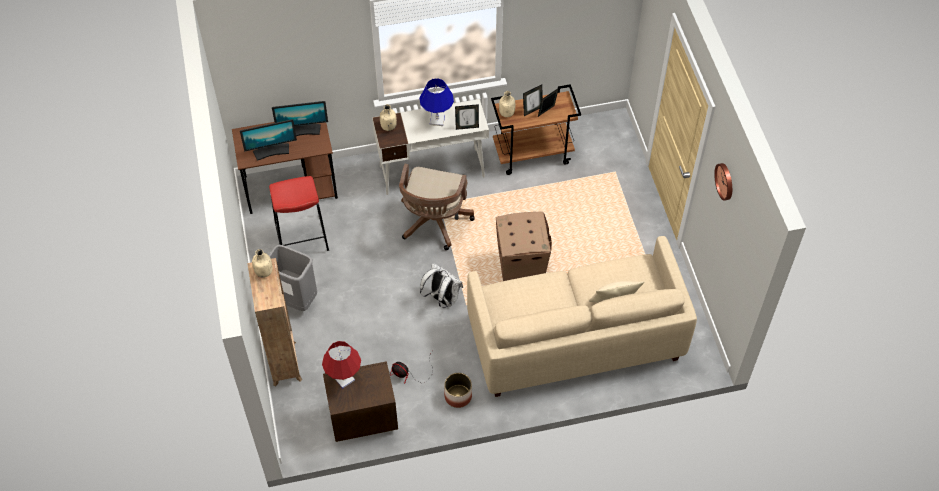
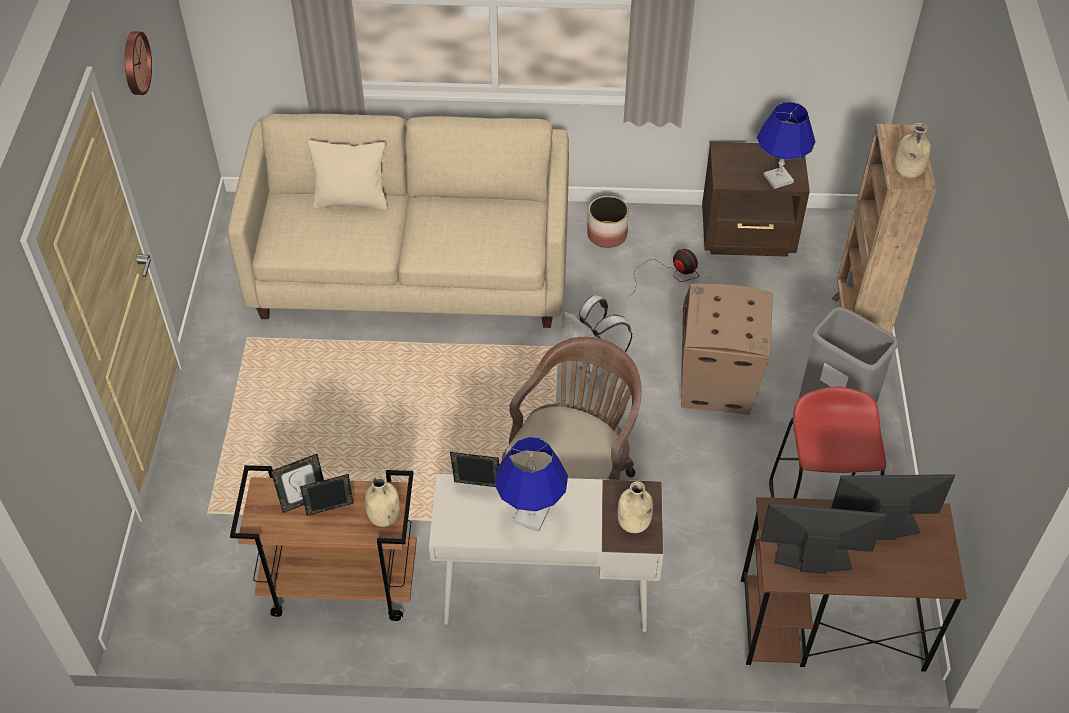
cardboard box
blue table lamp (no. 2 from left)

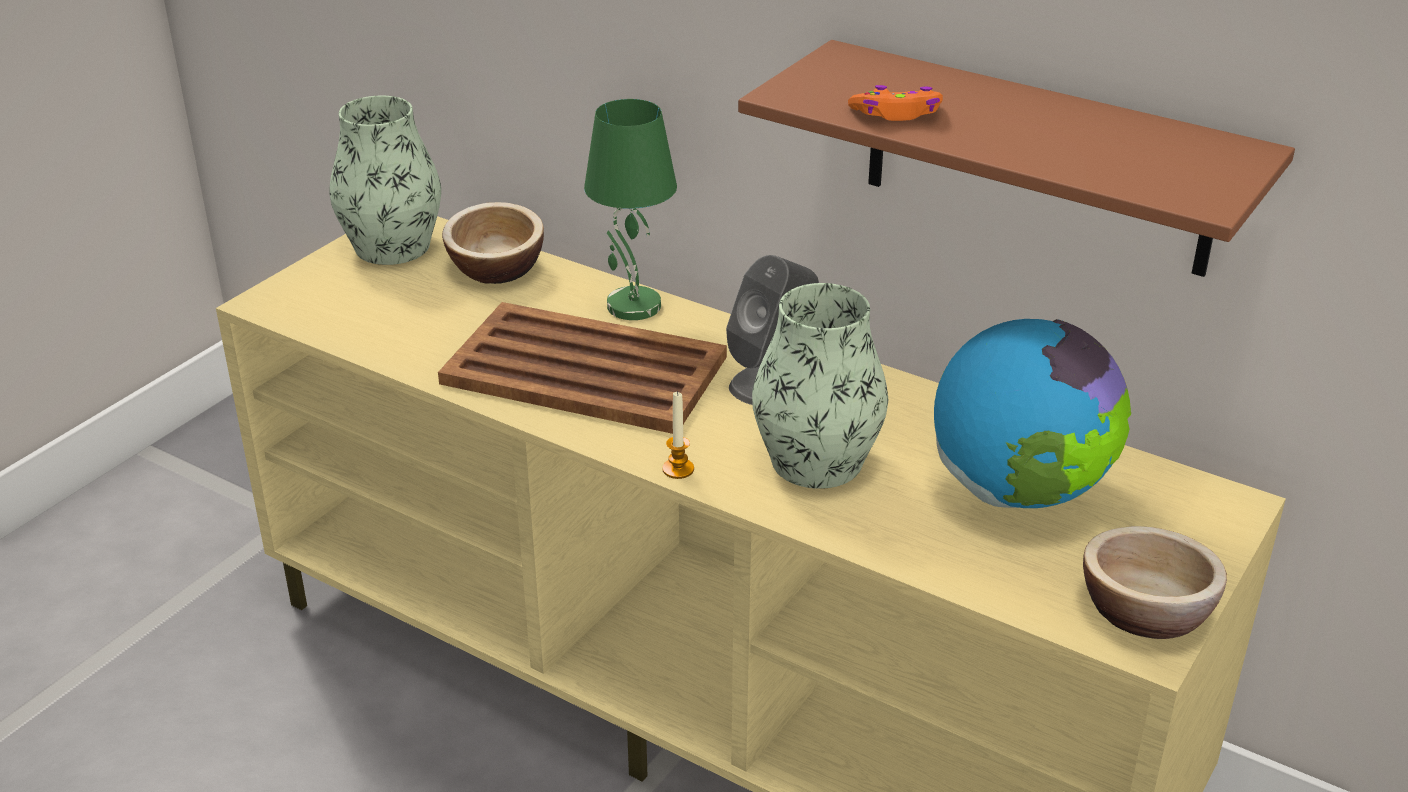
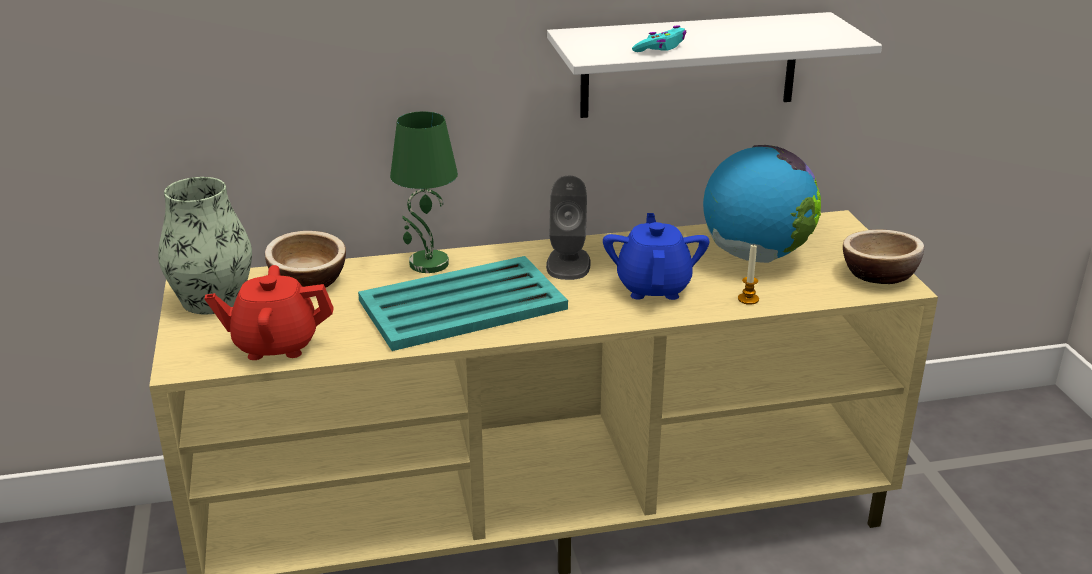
red teapot
turquoise tray
white shelf
blue teapot
turquoise game controller
candle

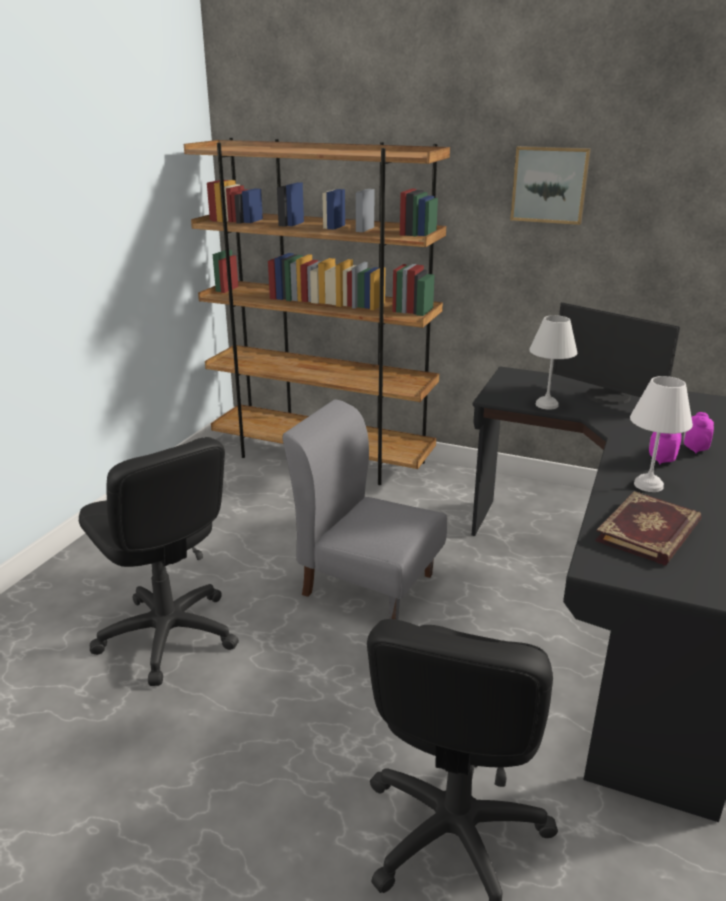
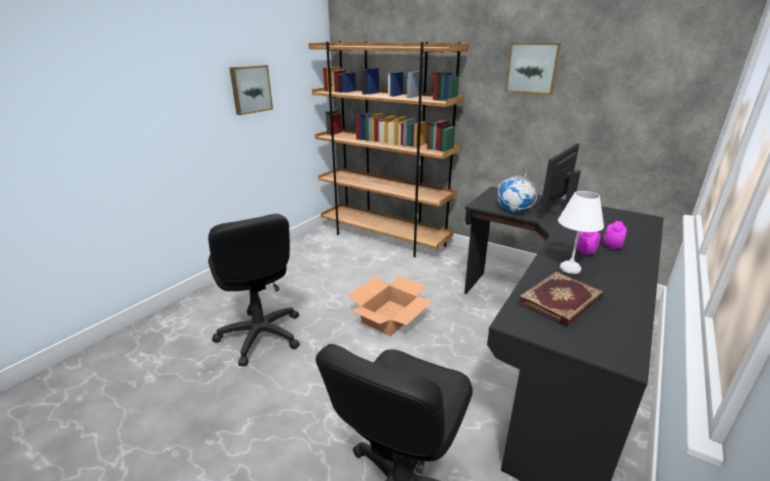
picture (no. 1 from left)
cardboard box
globe
monitor

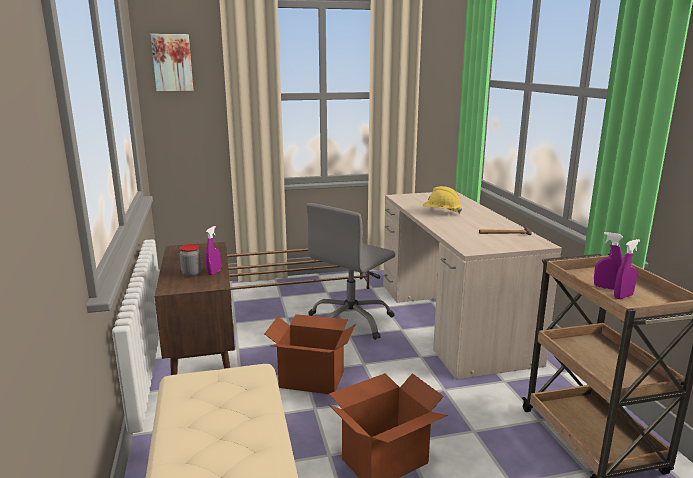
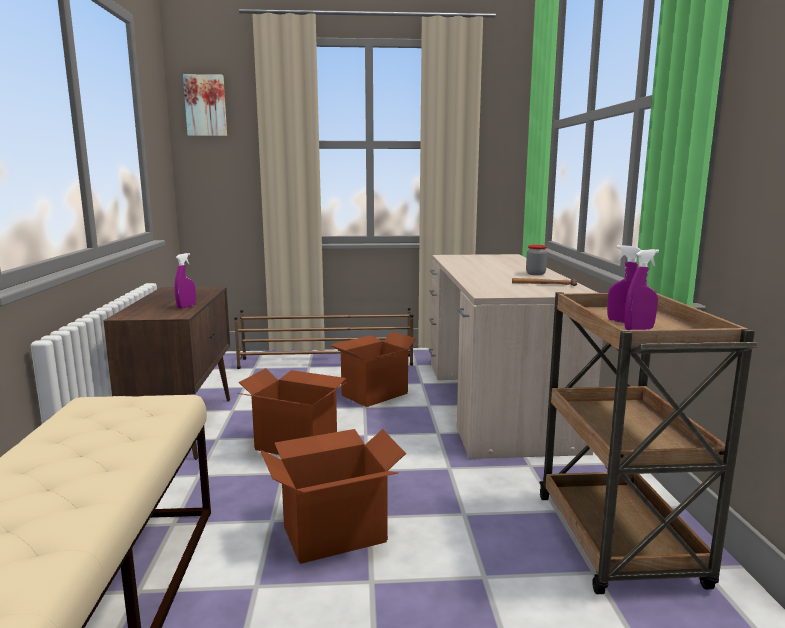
cardboard box (no. 3 from left)
jar
yellow hard hat

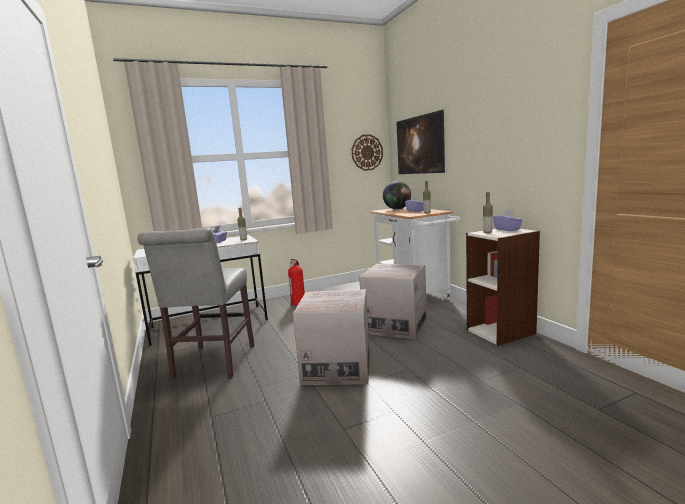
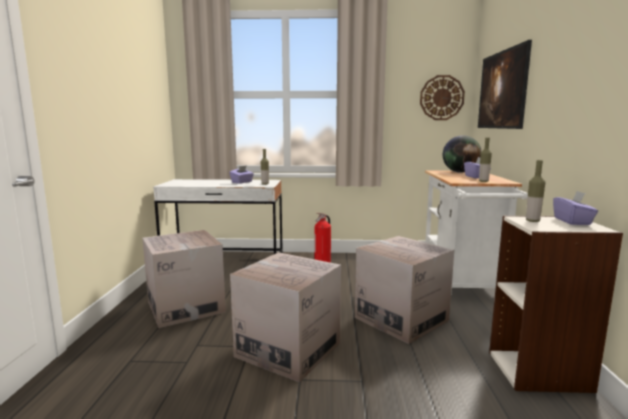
cardboard box (no. 1 from left)

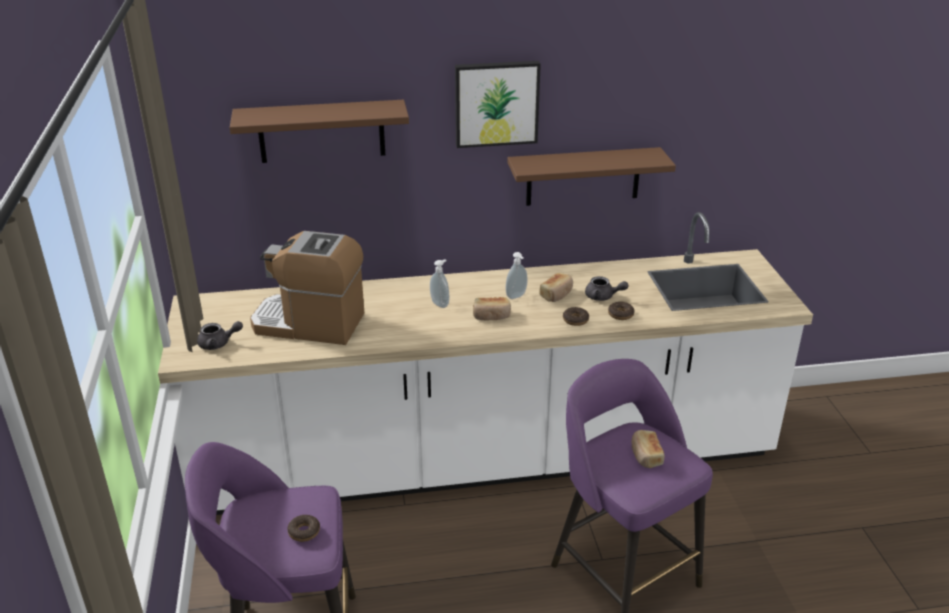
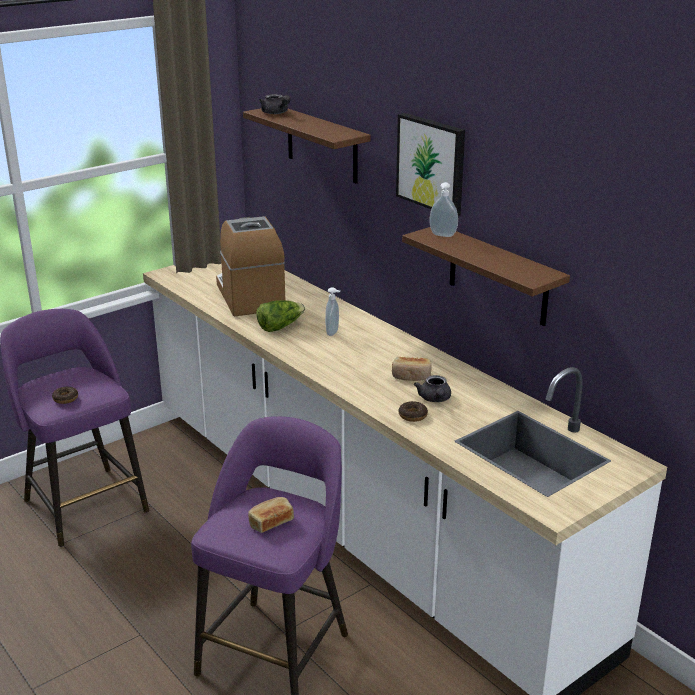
lettuce
grey teapot (no. 1 from left)
soap dispenser (no. 2 from left)
bread (no. 1 from left in the first image)
donut (no. 2 from left in the first image)

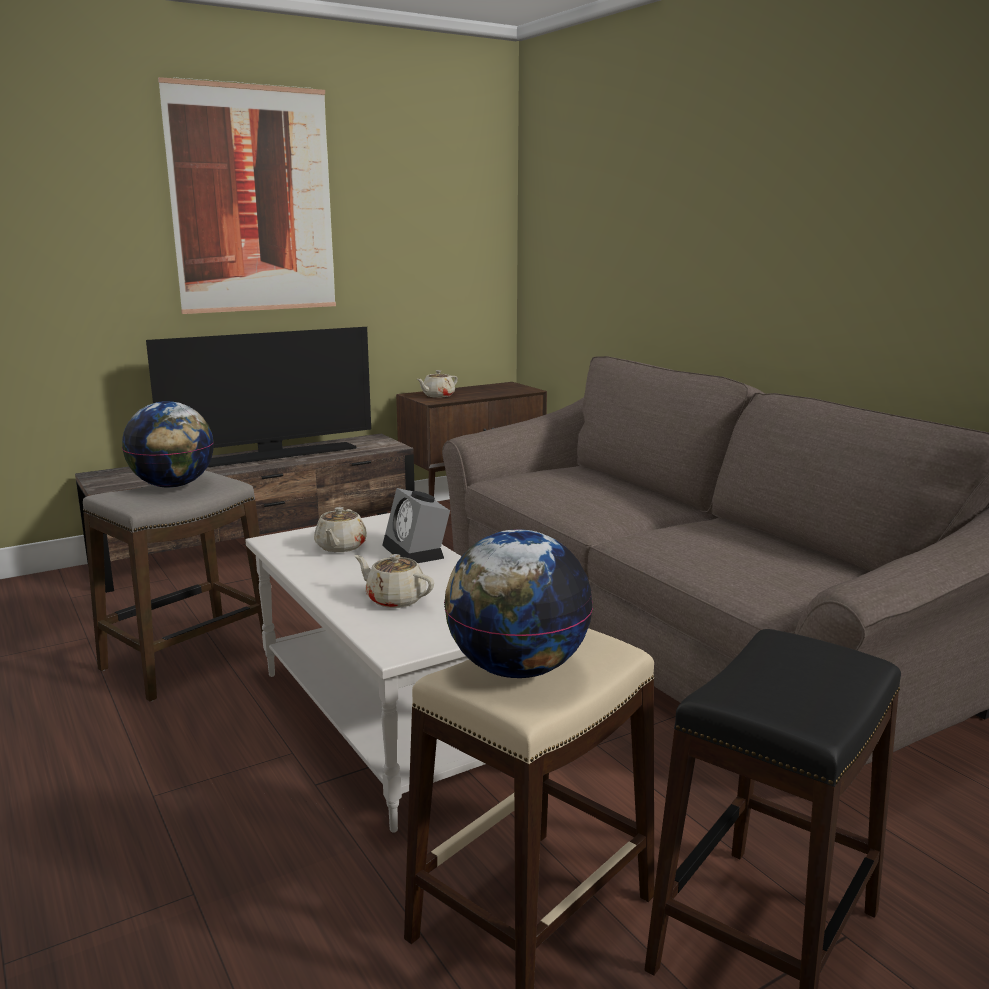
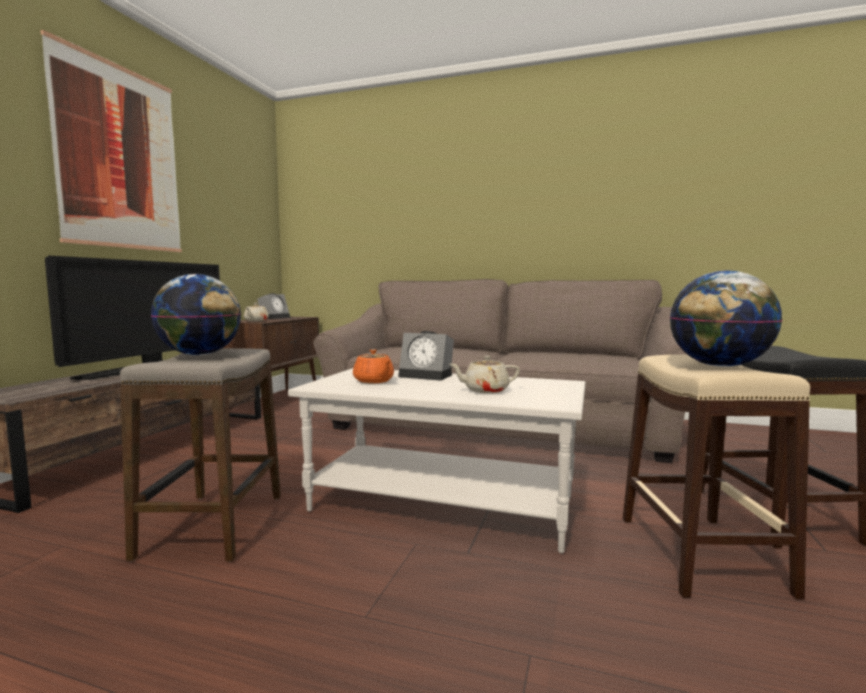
alarm clock (no. 1 from left)
orange teapot

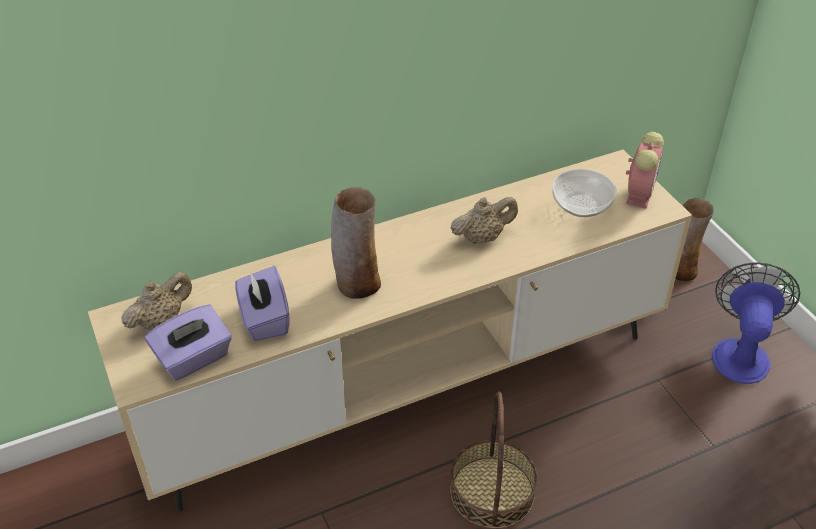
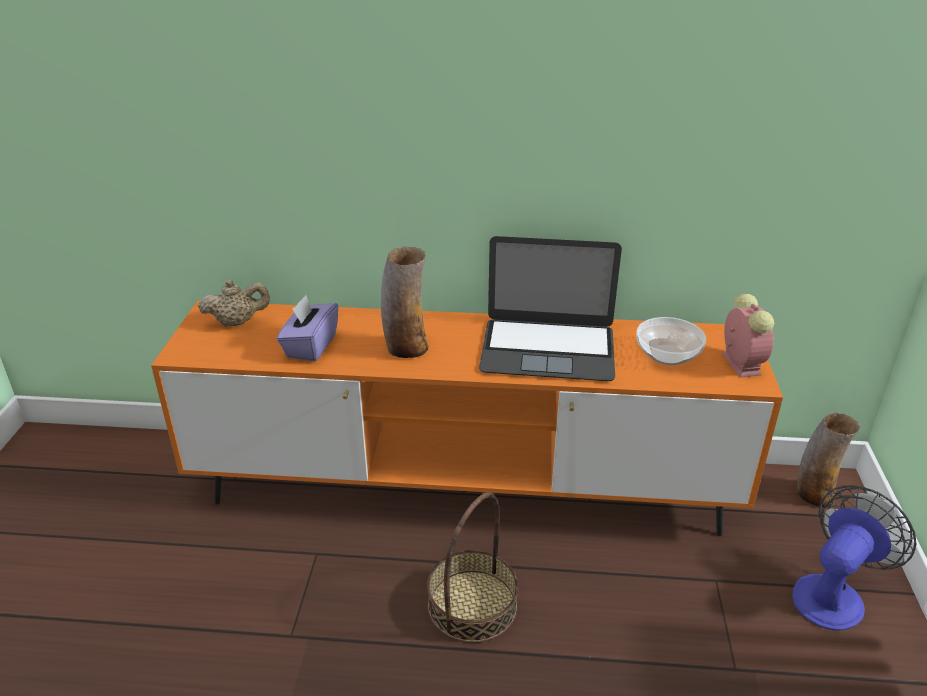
orange tv stand
laptop
alarm clock
purple tissue box (no. 1 from left in the first image)

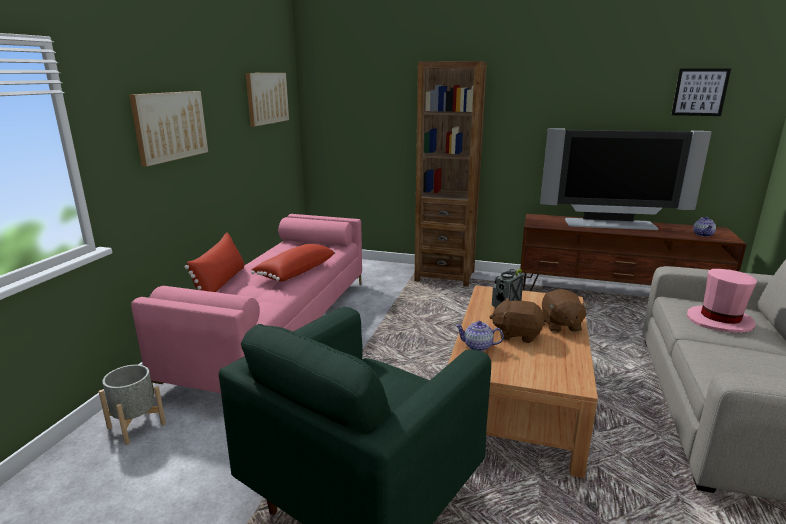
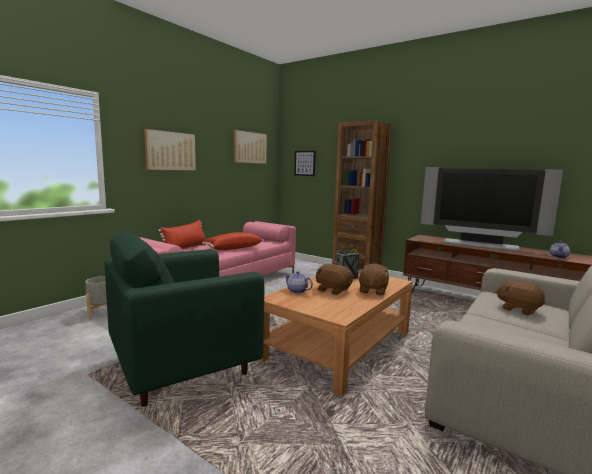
picture (no. 3 from left)
brown plush toy (no. 3 from left)

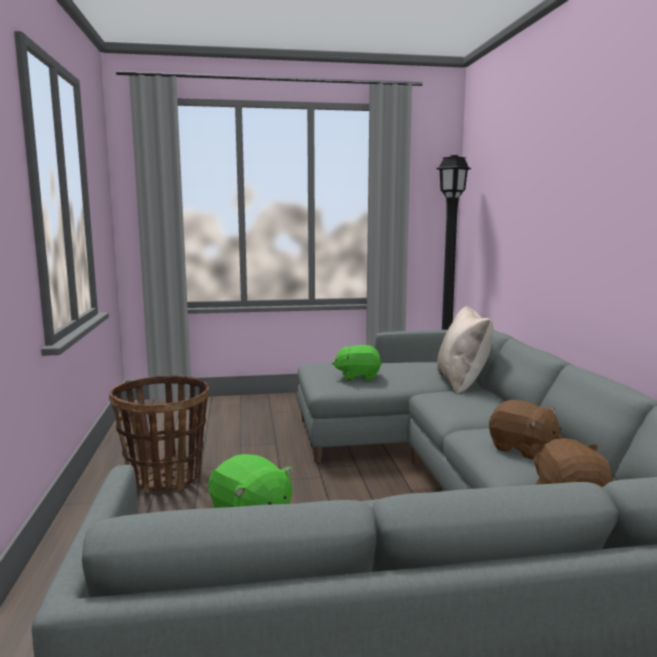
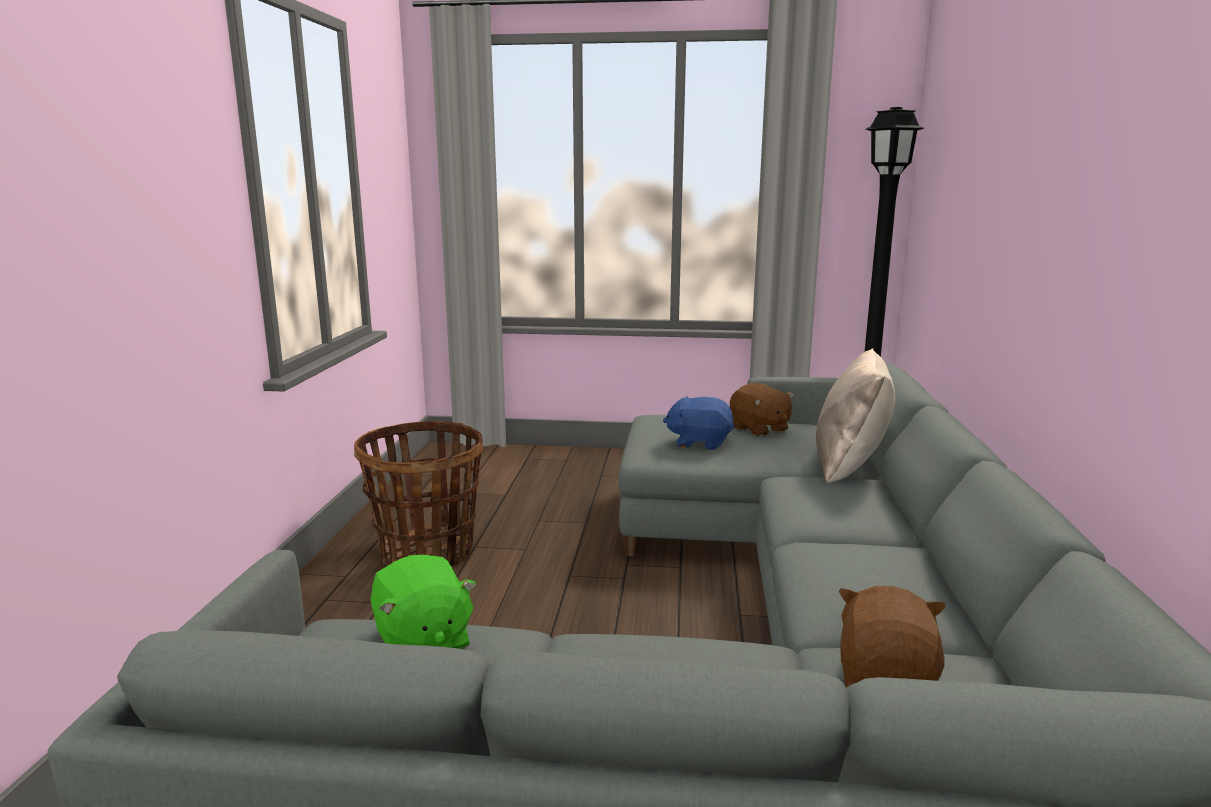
blue plush toy
brown plush toy (no. 1 from left)

